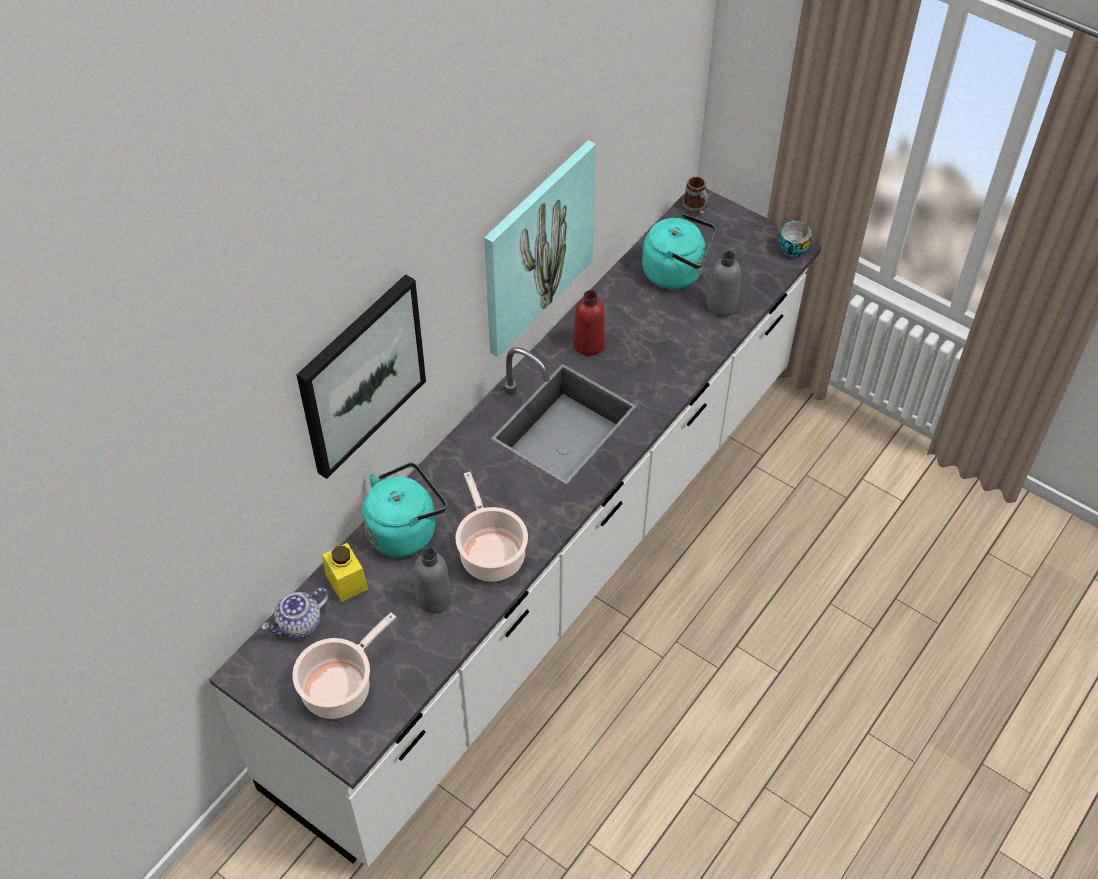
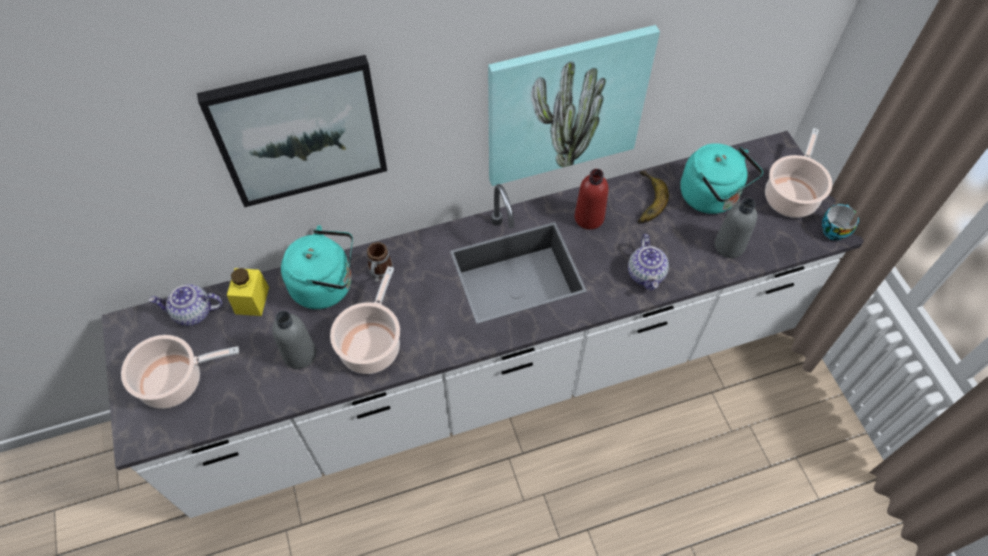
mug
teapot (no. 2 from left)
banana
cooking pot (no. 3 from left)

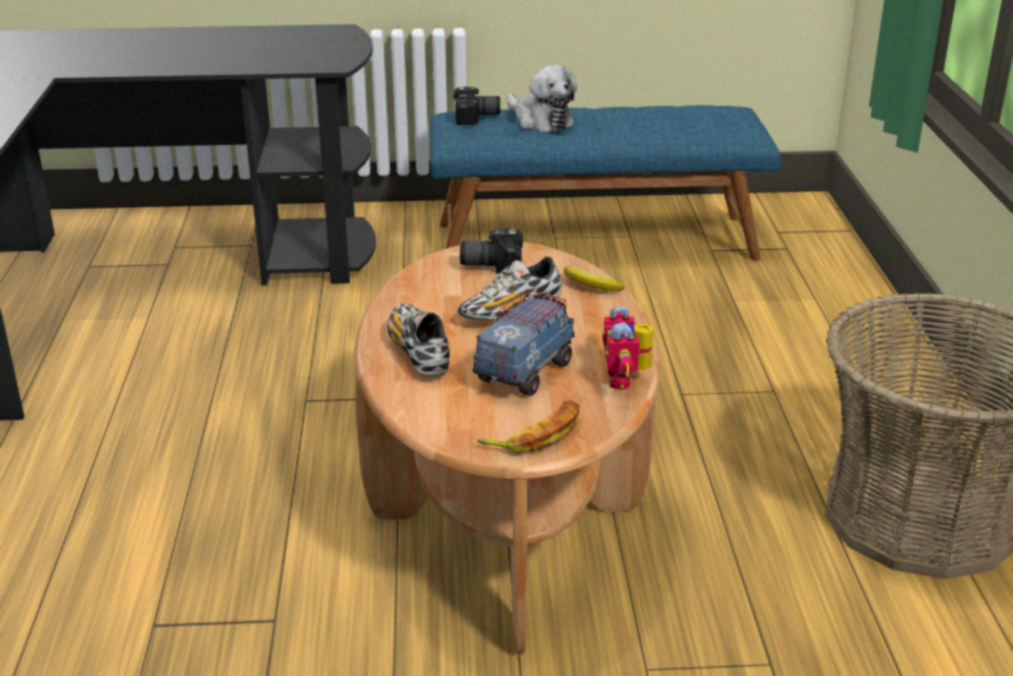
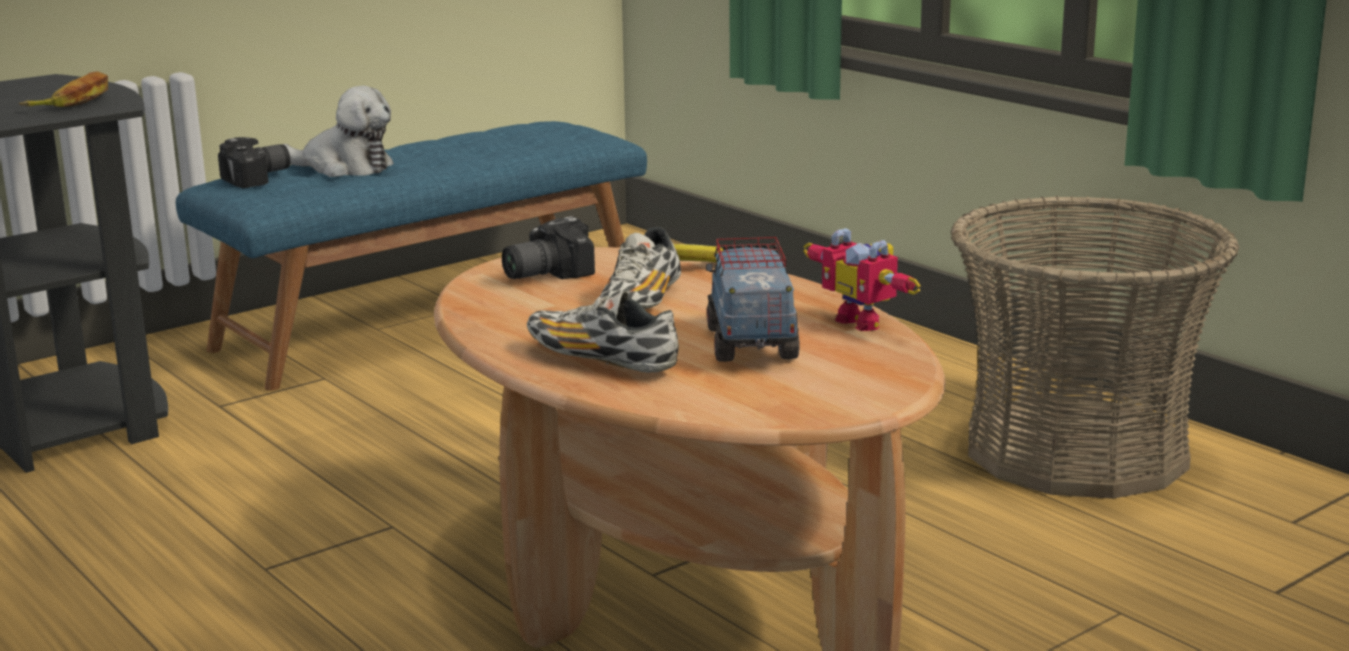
banana (no. 1 from left)

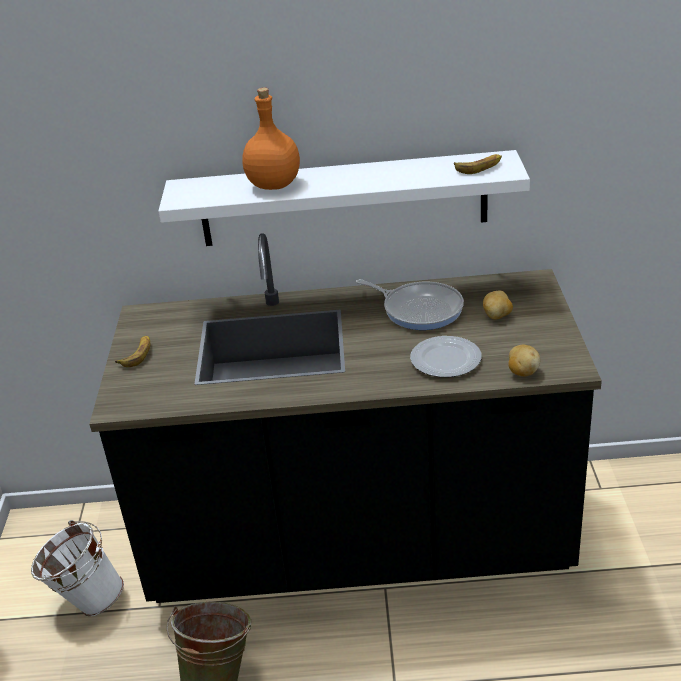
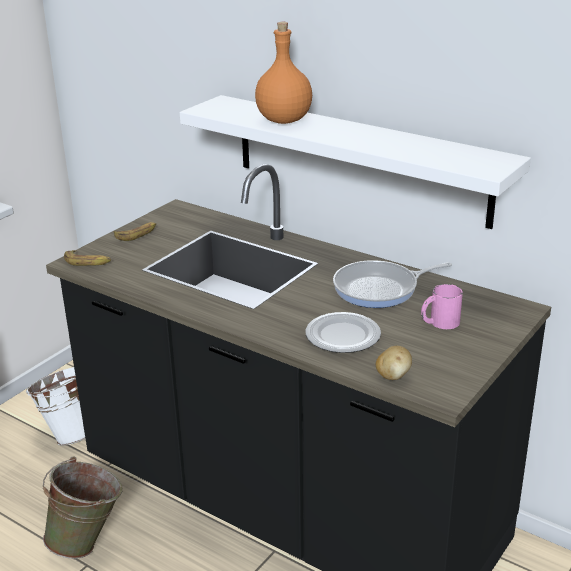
banana (no. 1 from left)
frying pan
pink mug

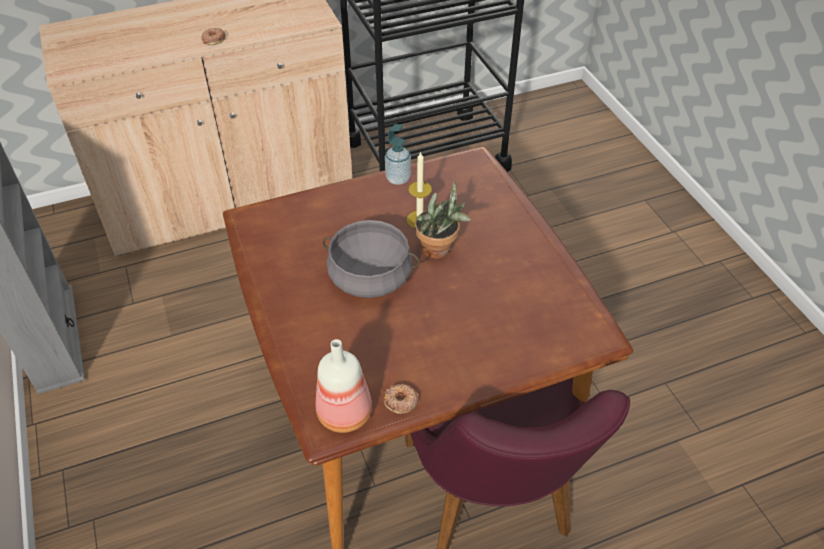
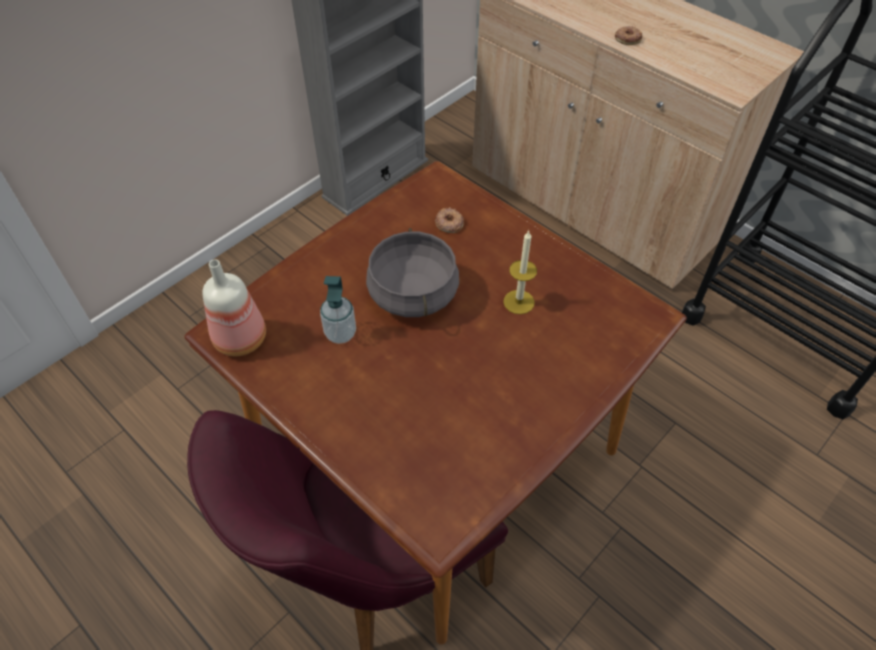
soap dispenser
donut (no. 1 from left)
potted plant

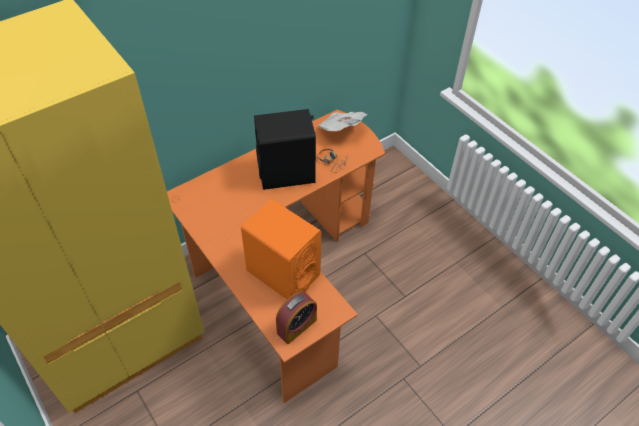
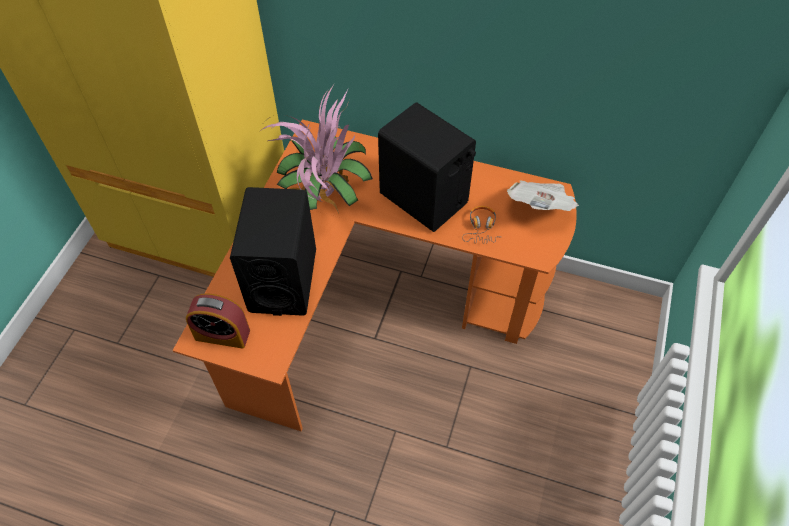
black speaker (no. 1 from left)
potted plant

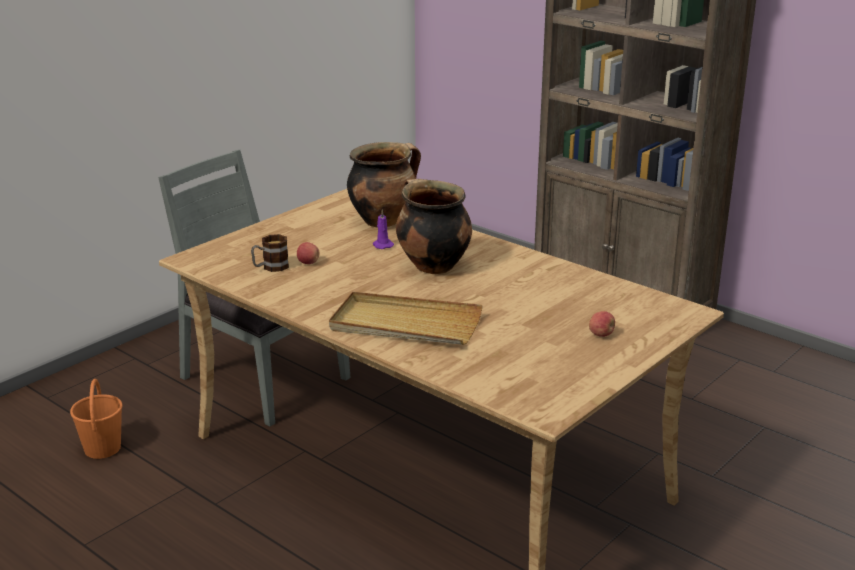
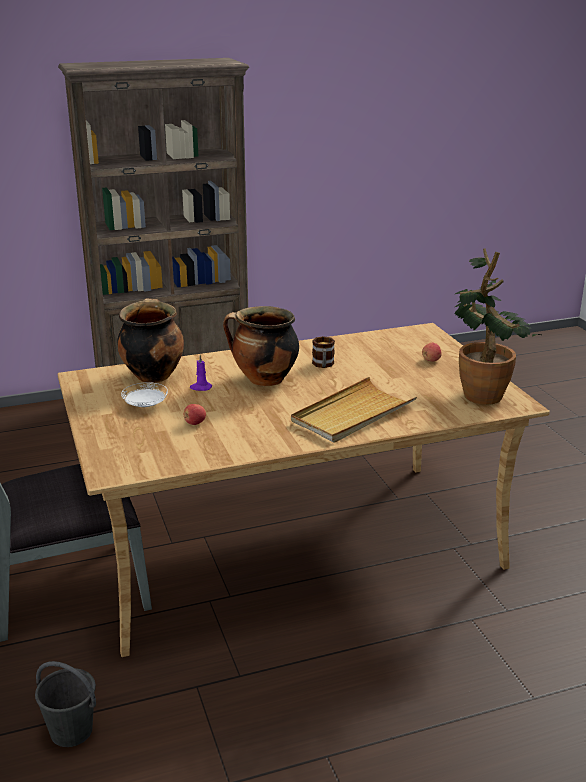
grey bucket
white plate
mug
potted plant

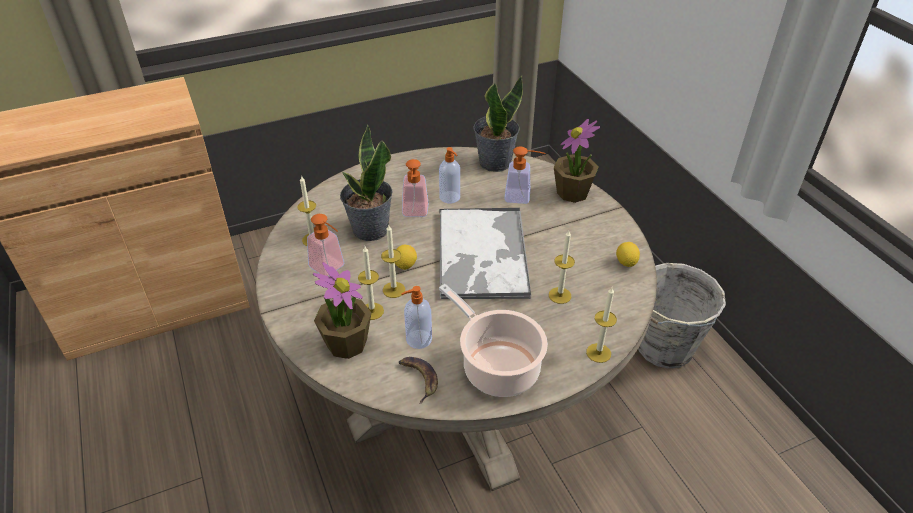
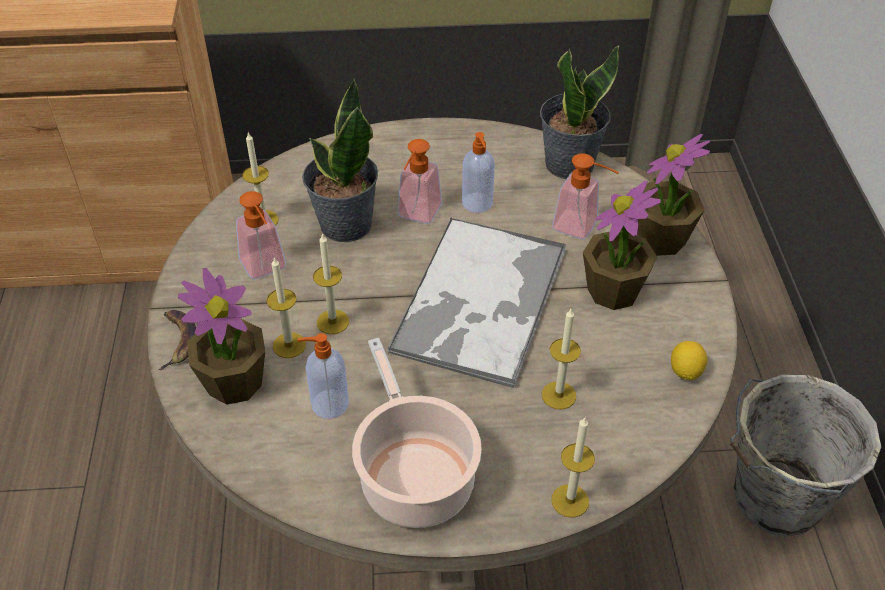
banana
potted plant (no. 4 from left)
lemon (no. 1 from left in the first image)

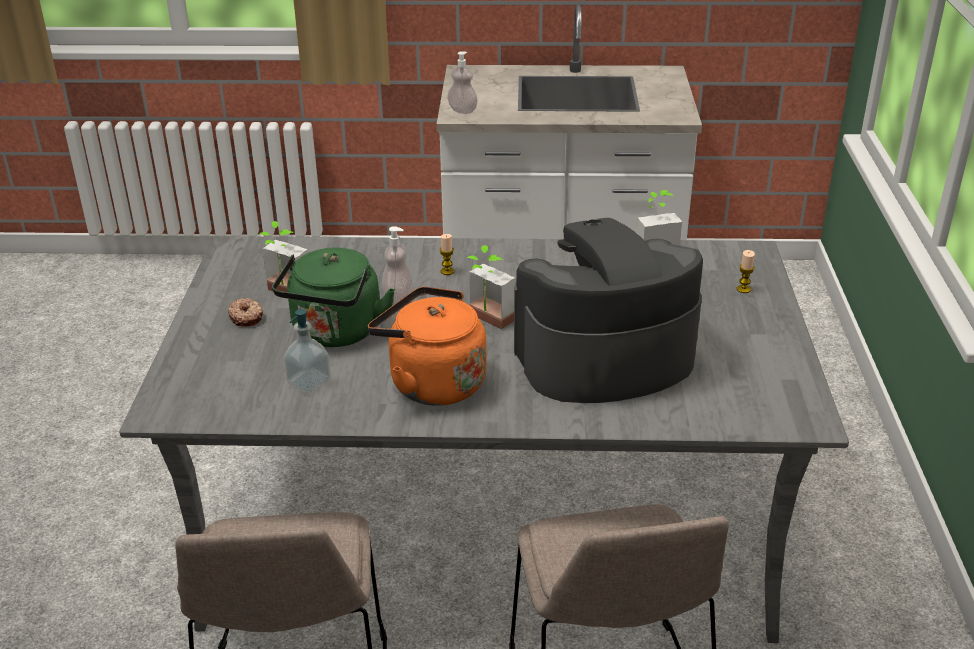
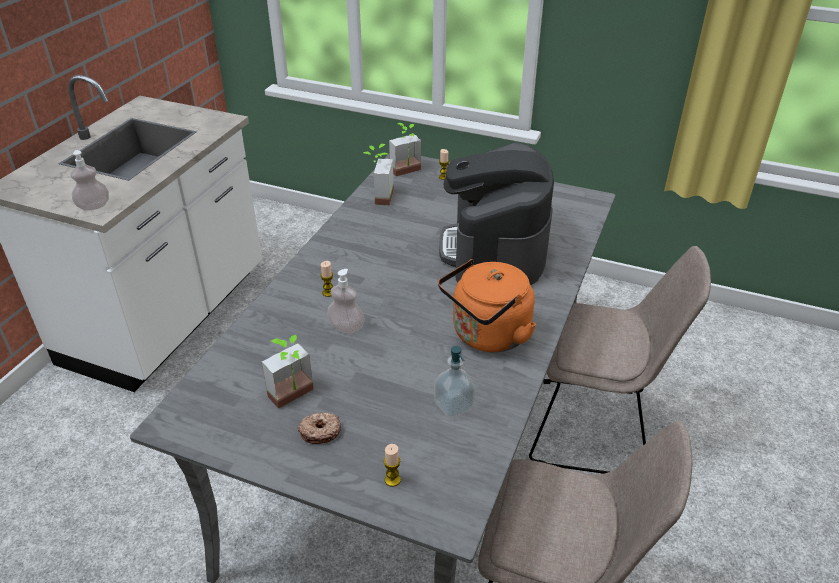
candle (no. 2 from left)
potted plant (no. 3 from left)
green kettle

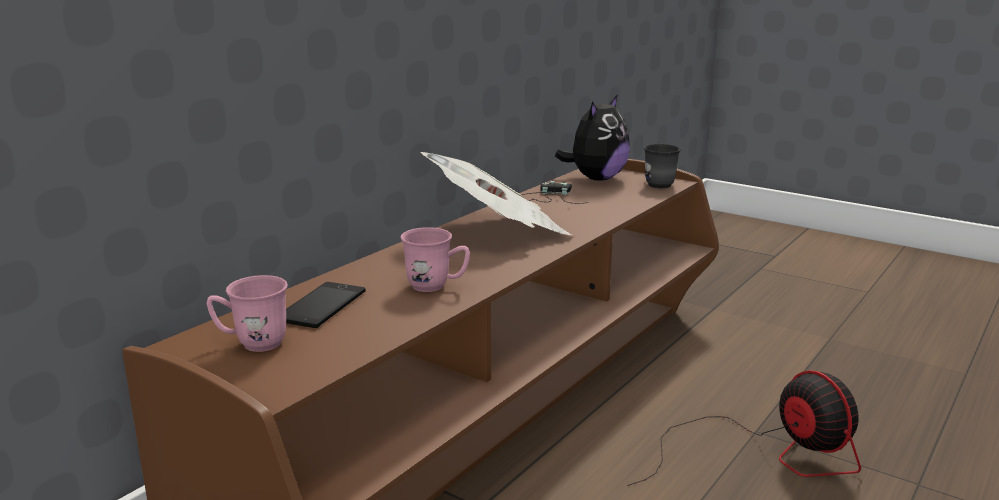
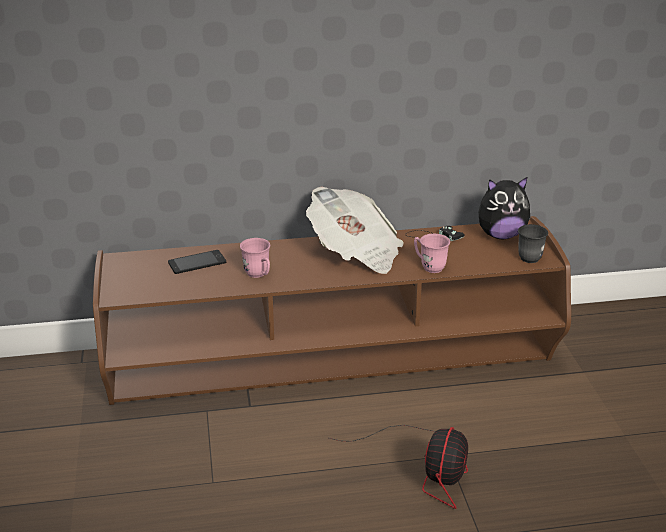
pink mug (no. 2 from left)

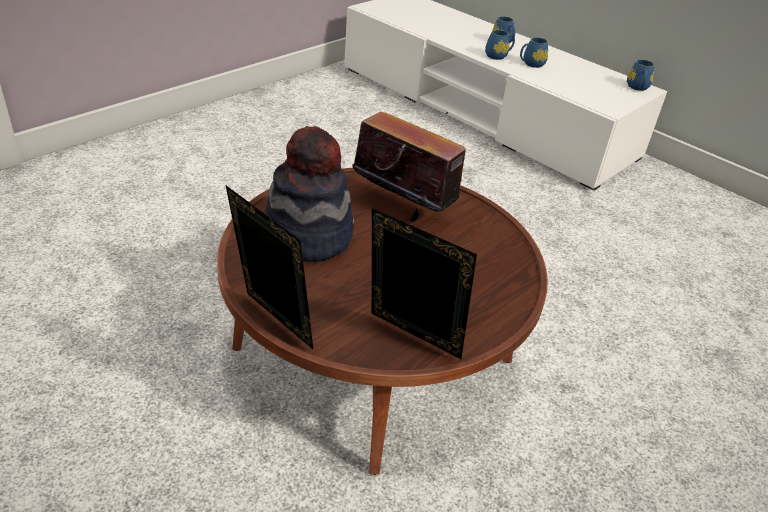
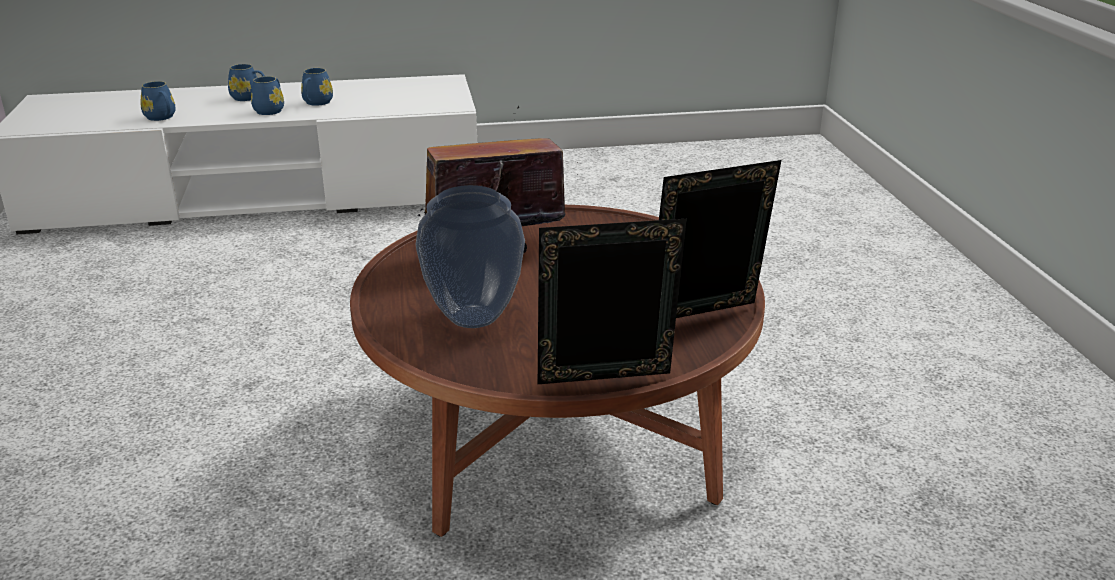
blue mug (no. 1 from left)
vase

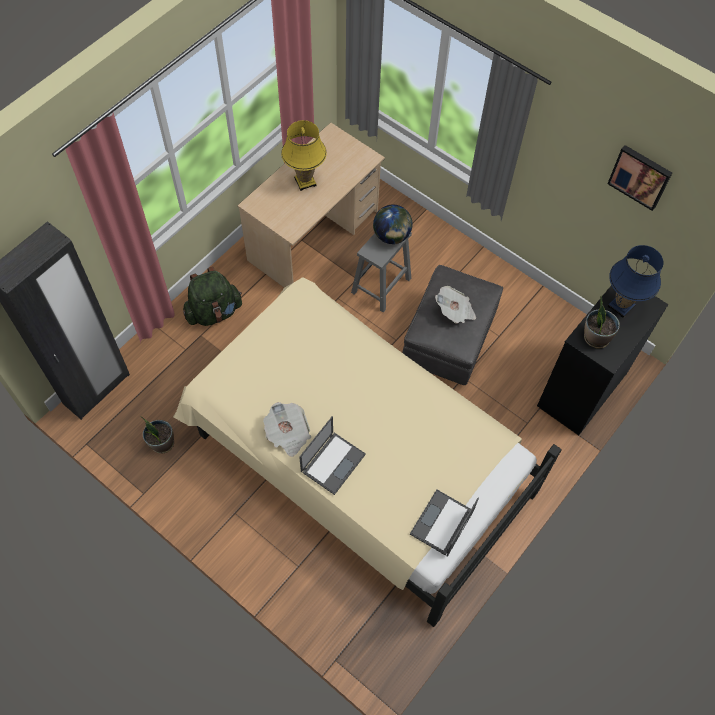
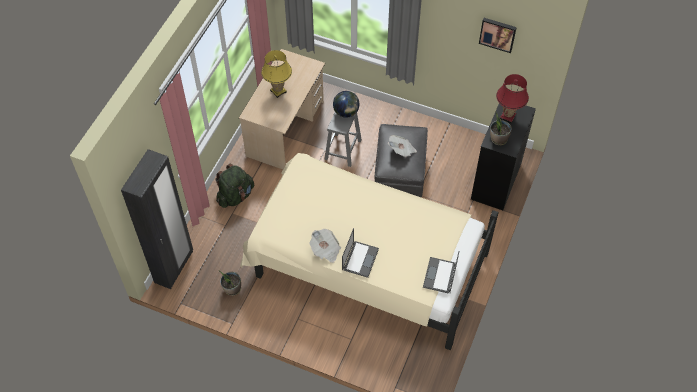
red table lamp

